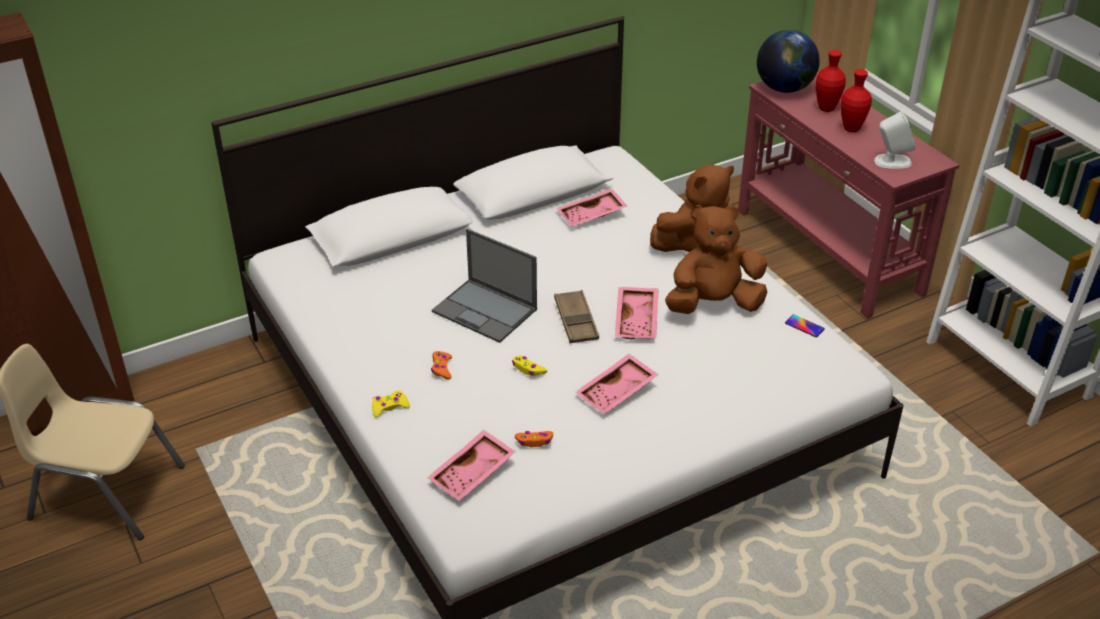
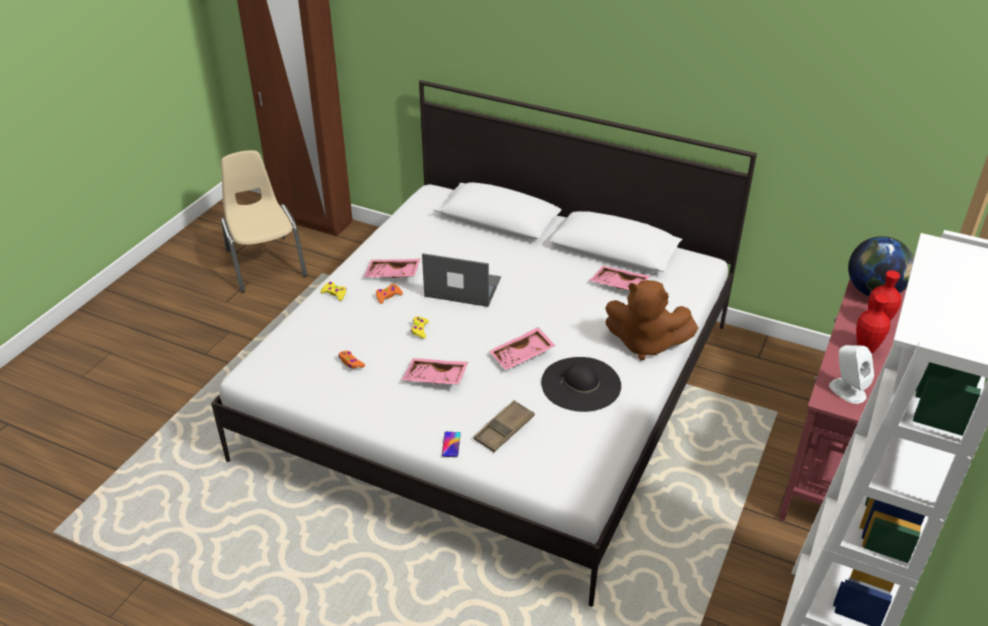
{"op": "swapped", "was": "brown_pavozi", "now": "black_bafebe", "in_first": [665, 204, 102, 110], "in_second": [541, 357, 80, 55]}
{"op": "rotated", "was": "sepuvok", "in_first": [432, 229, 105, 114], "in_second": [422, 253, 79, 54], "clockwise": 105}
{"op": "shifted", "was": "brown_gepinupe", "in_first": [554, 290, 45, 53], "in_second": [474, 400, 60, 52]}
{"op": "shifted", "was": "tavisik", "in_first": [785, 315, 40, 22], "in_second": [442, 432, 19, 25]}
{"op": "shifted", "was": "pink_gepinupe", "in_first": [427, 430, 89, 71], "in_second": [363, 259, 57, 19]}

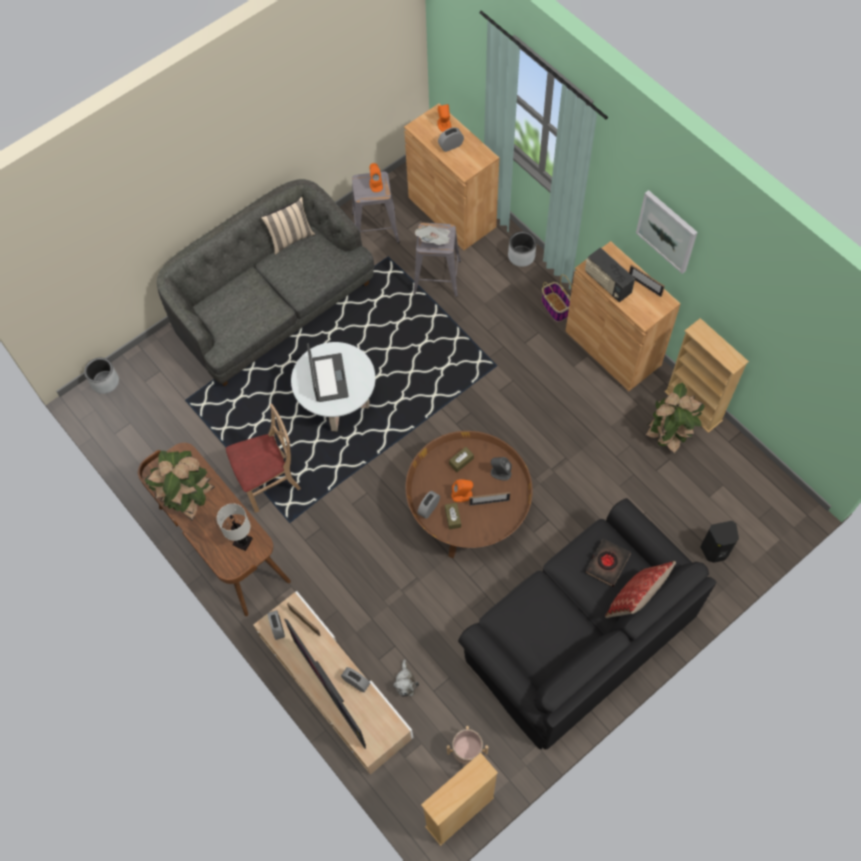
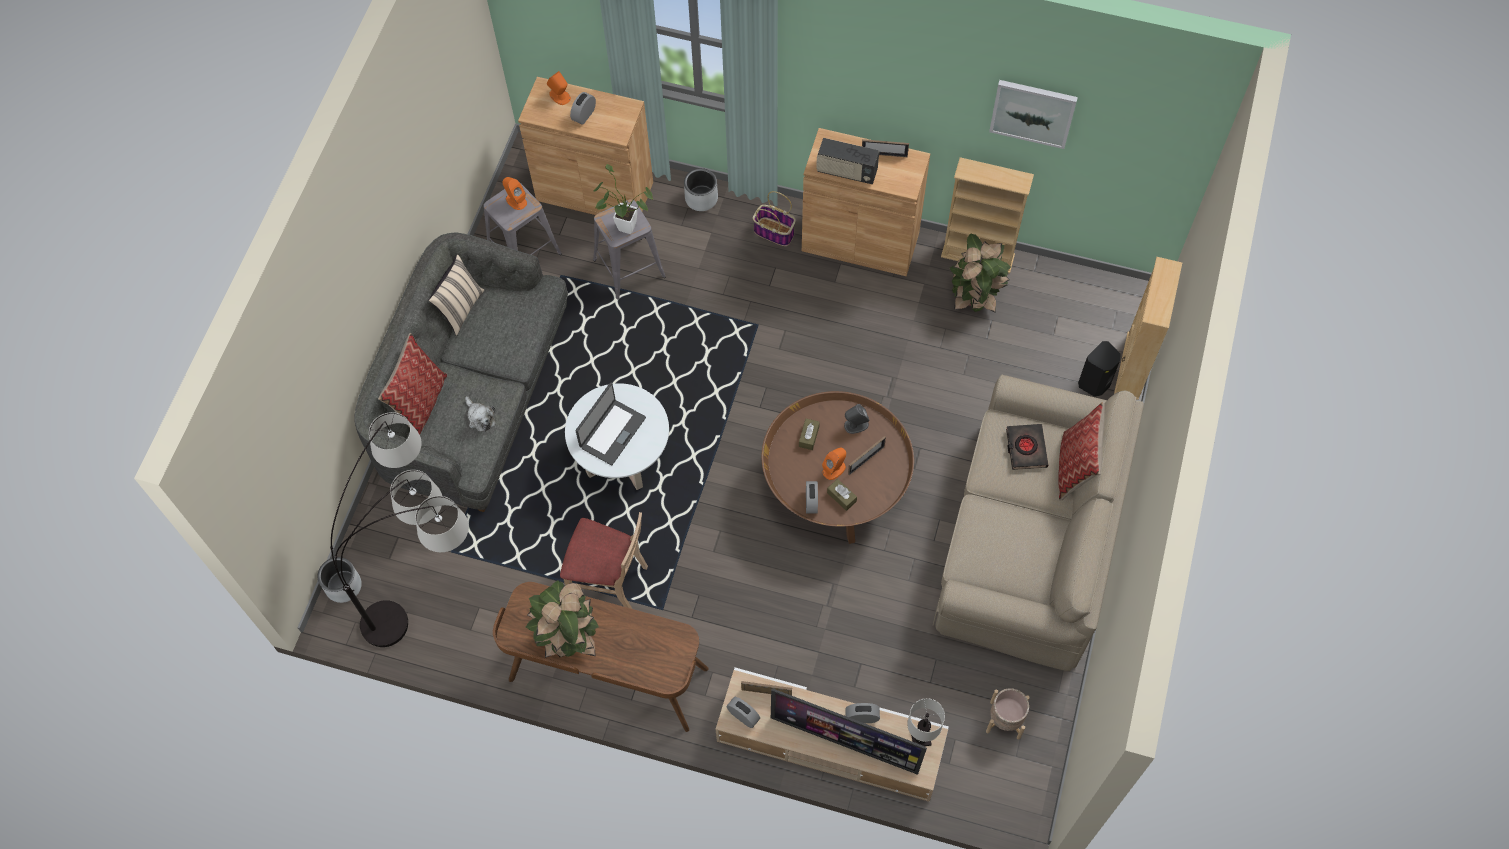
{"op": "shifted", "was": "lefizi", "in_first": [636, 190, 62, 84], "in_second": [989, 80, 89, 69]}
{"op": "swapped", "was": "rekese", "now": "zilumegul", "in_first": [415, 225, 36, 20], "in_second": [593, 164, 60, 70]}
{"op": "rotated", "was": "sepuvok", "in_first": [307, 343, 42, 59], "in_second": [576, 382, 70, 83], "clockwise": 75}
{"op": "rotated", "was": "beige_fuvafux", "in_first": [226, 404, 75, 109], "in_second": [560, 512, 88, 97], "clockwise": 75}
{"op": "repainted", "was": "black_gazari", "now": "beige_gazari", "in_first": [458, 498, 258, 252], "in_second": [933, 375, 211, 296]}
{"op": "shifted", "was": "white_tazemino", "in_first": [217, 504, 36, 47], "in_second": [907, 698, 38, 48]}
{"op": "shifted", "was": "pavozi", "in_first": [393, 659, 26, 38], "in_second": [465, 396, 31, 36]}
{"op": "shifted", "was": "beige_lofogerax", "in_first": [421, 753, 77, 93], "in_second": [1114, 257, 68, 143]}
{"op": "new", "now": "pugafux", "in_second": [378, 333, 69, 102]}
{"op": "new", "now": "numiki", "in_second": [330, 412, 139, 235]}

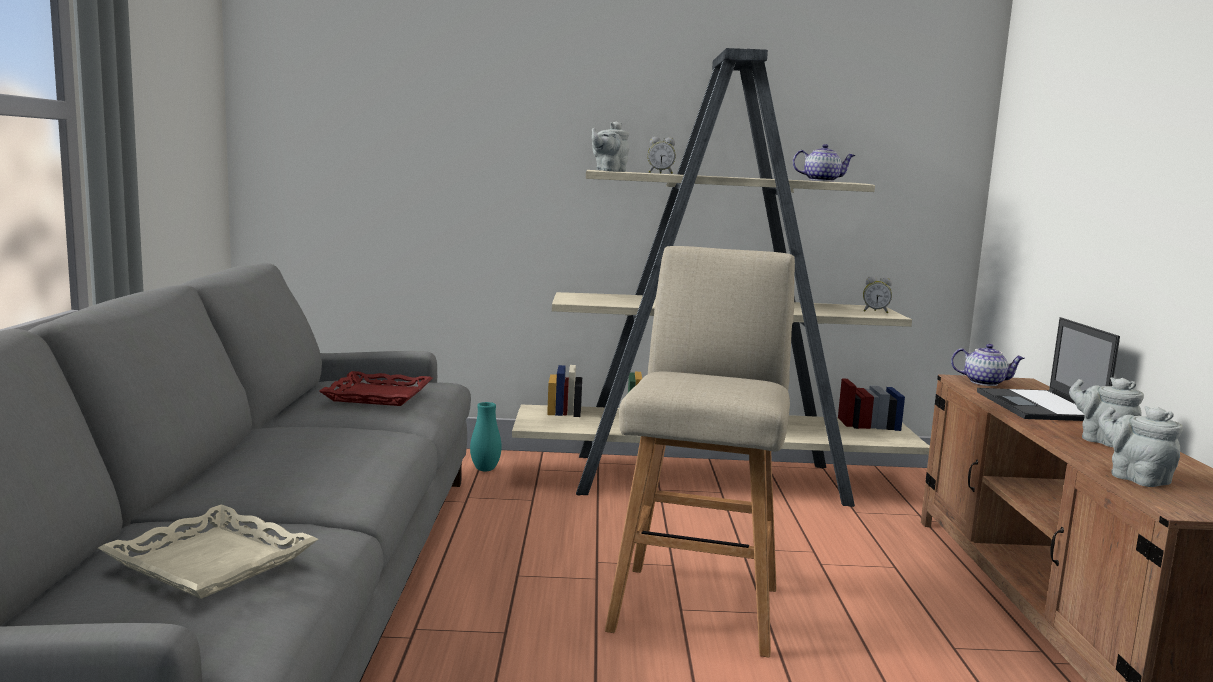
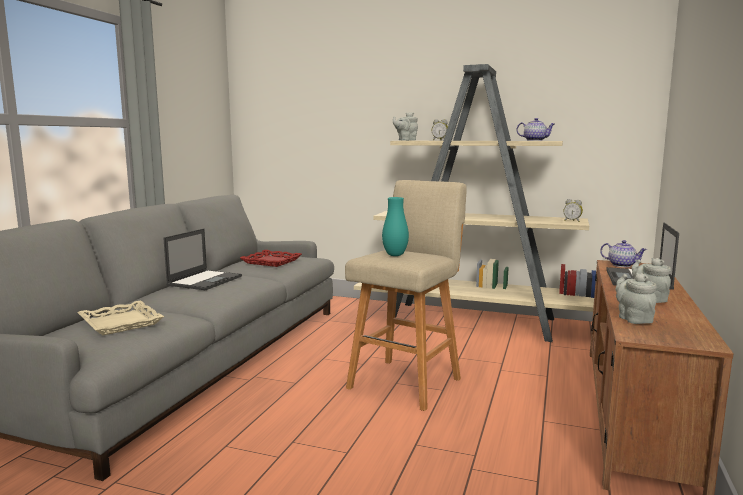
{"op": "shifted", "was": "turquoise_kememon", "in_first": [470, 402, 32, 70], "in_second": [382, 197, 27, 59]}
{"op": "new", "now": "sepuvok", "in_second": [164, 229, 78, 61]}

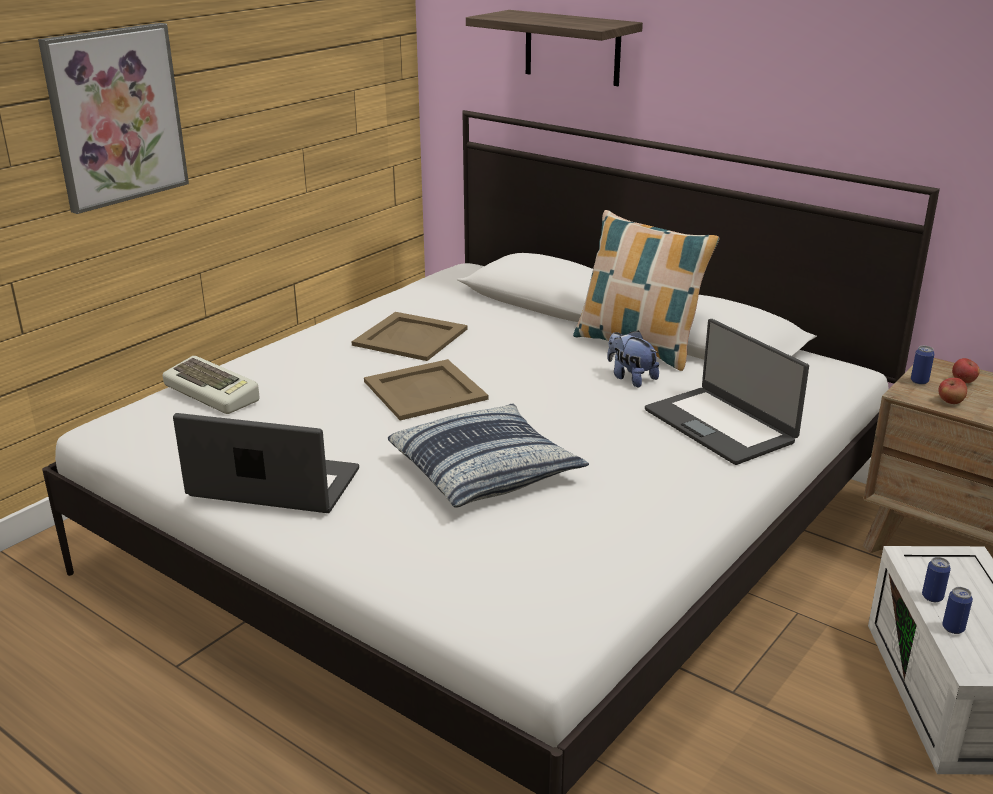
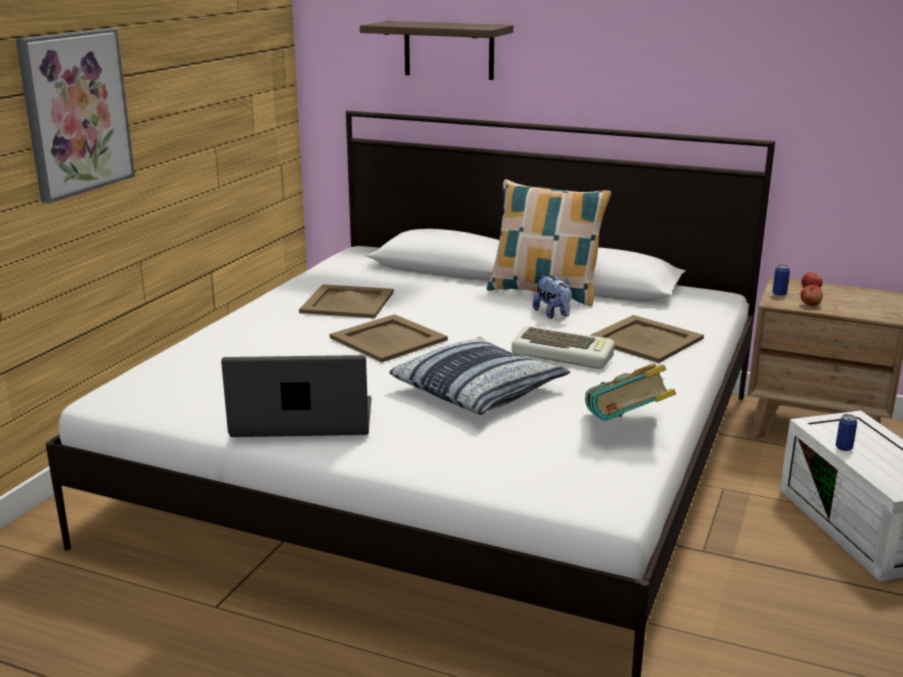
{"op": "swapped", "was": "sepuvok", "now": "beige_gepinupe", "in_first": [645, 319, 164, 146], "in_second": [589, 315, 115, 48]}
{"op": "rotated", "was": "pavozi", "in_first": [607, 330, 52, 57], "in_second": [533, 275, 39, 44], "clockwise": -150}
{"op": "shifted", "was": "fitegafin", "in_first": [163, 356, 97, 58], "in_second": [512, 326, 103, 43]}
{"op": "gone", "was": "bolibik", "in_first": [942, 587, 31, 47]}
{"op": "new", "now": "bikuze", "in_second": [585, 363, 91, 58]}

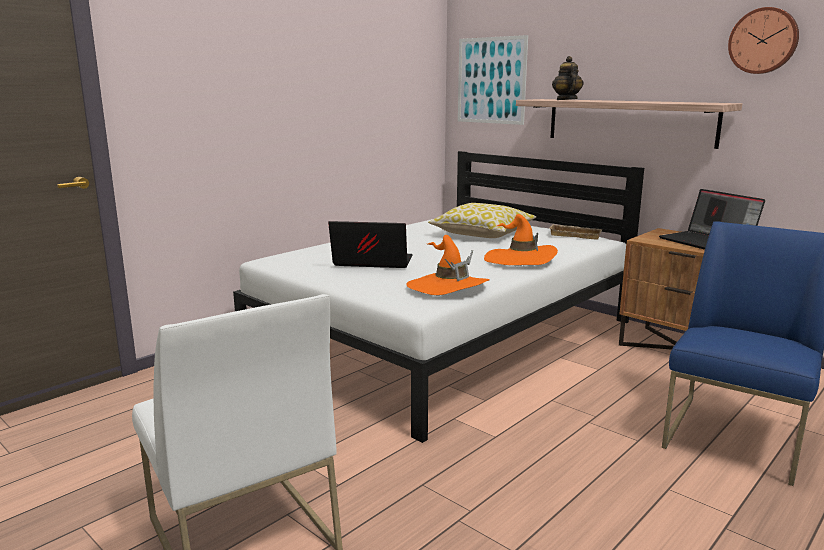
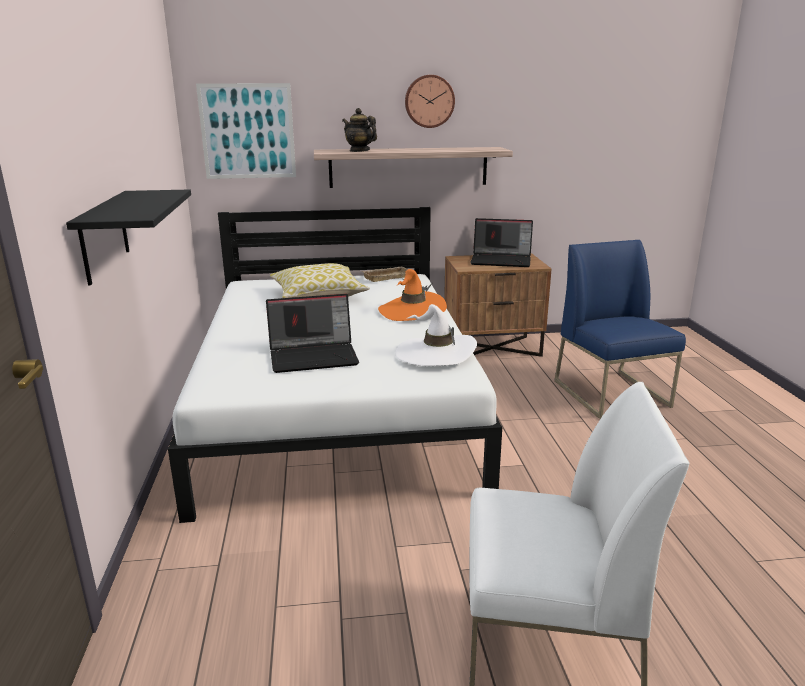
{"op": "shifted", "was": "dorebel", "in_first": [728, 7, 71, 67], "in_second": [405, 75, 50, 53]}
{"op": "rotated", "was": "sepuvok", "in_first": [328, 221, 85, 47], "in_second": [266, 294, 93, 79], "clockwise": -150}
{"op": "repainted", "was": "orange_bafebe", "now": "white_bafebe", "in_first": [406, 235, 84, 60], "in_second": [395, 304, 82, 62]}
{"op": "new", "now": "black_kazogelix", "in_second": [66, 189, 125, 97]}

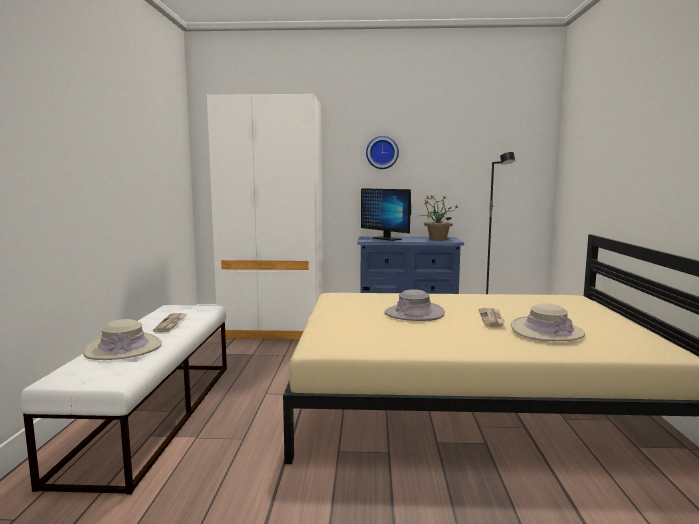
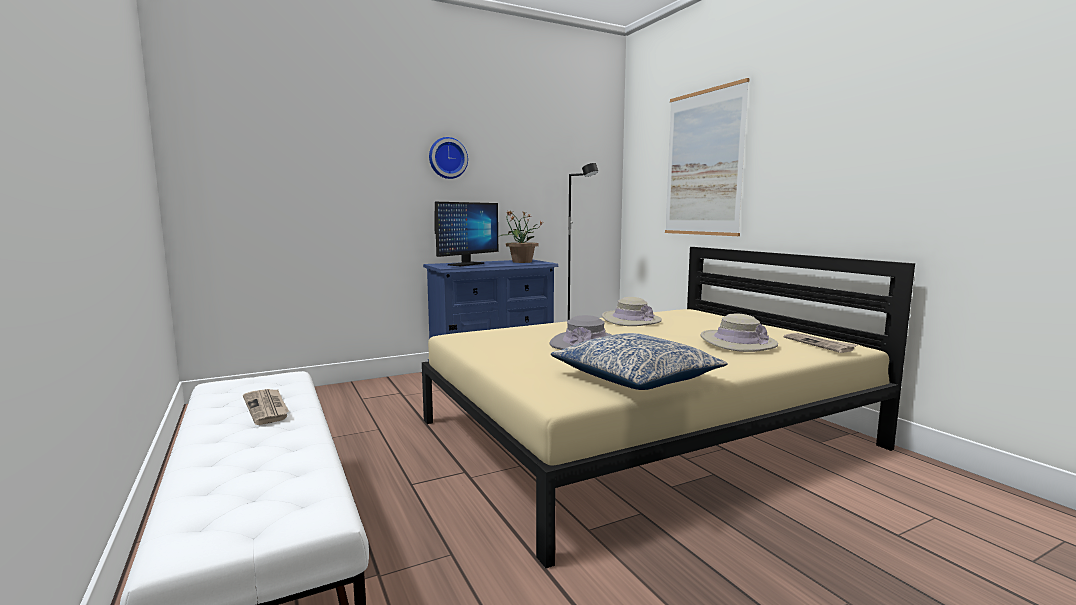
{"op": "gone", "was": "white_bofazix", "in_first": [207, 94, 116, 245]}
{"op": "rotated", "was": "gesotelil", "in_first": [361, 188, 50, 53], "in_second": [435, 202, 63, 64], "clockwise": -75}
{"op": "shifted", "was": "rekese", "in_first": [479, 308, 26, 19], "in_second": [784, 333, 73, 20]}
{"op": "shifted", "was": "beige_bafebe", "in_first": [83, 319, 79, 41], "in_second": [602, 297, 60, 29]}
{"op": "new", "now": "lefizi", "in_second": [665, 78, 84, 158]}
{"op": "new", "now": "pugafux", "in_second": [551, 333, 177, 57]}

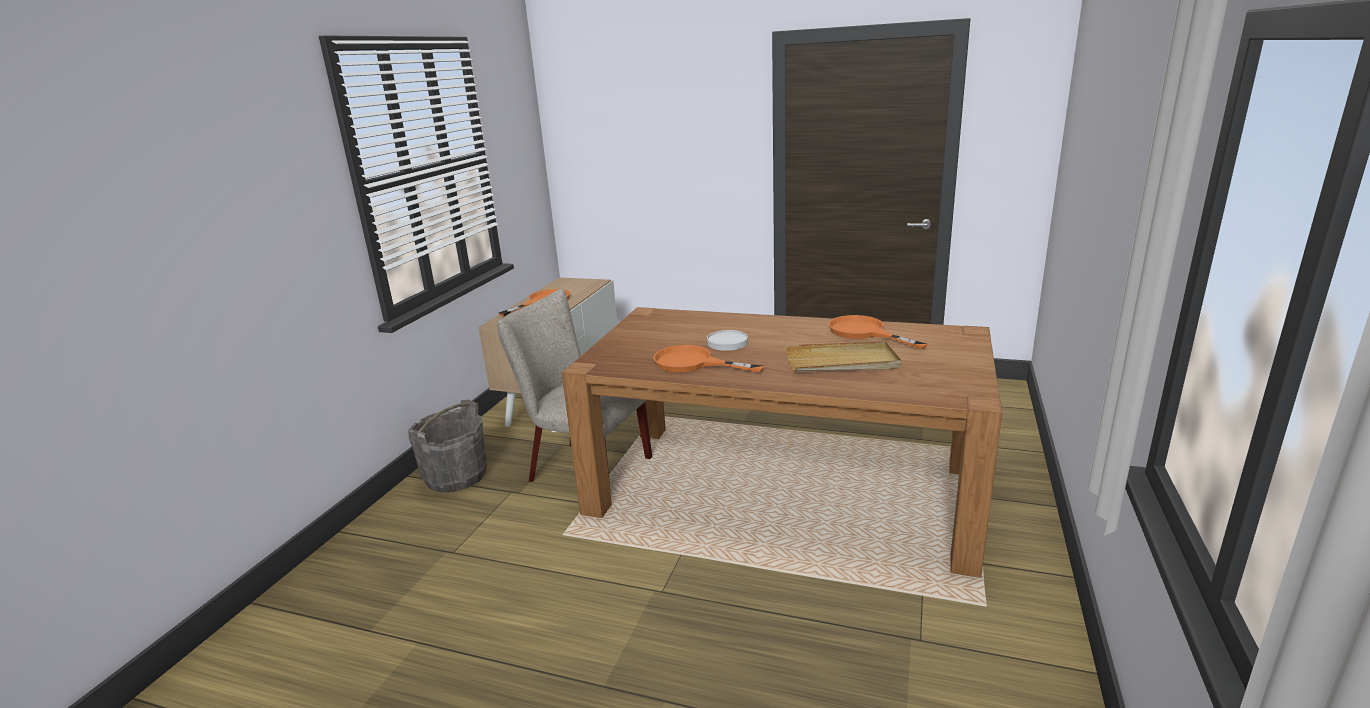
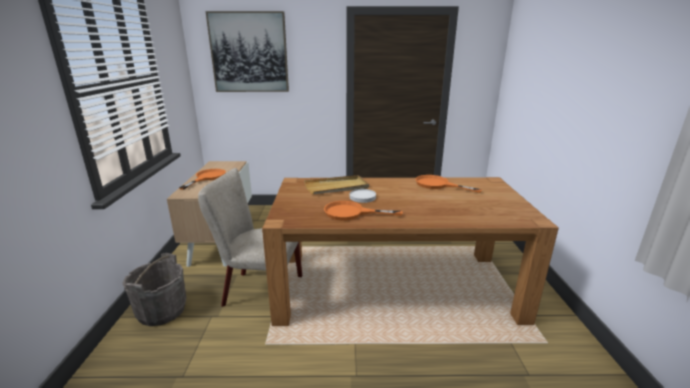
{"op": "shifted", "was": "beige_gepinupe", "in_first": [785, 341, 116, 31], "in_second": [304, 175, 65, 19]}
{"op": "new", "now": "lefizi", "in_second": [206, 11, 83, 81]}

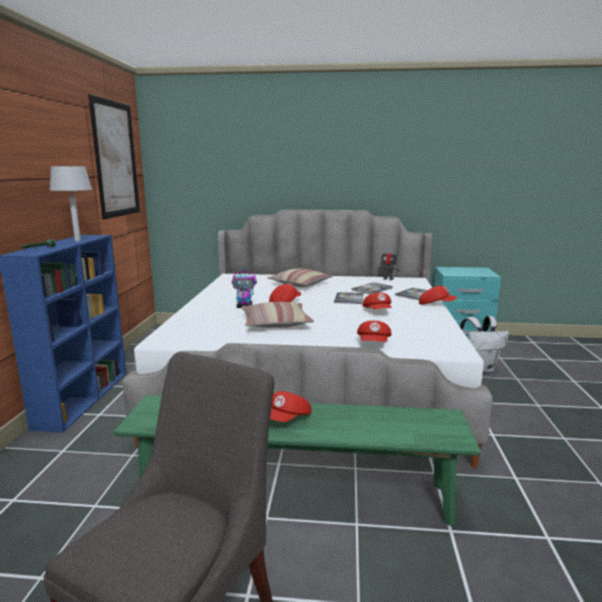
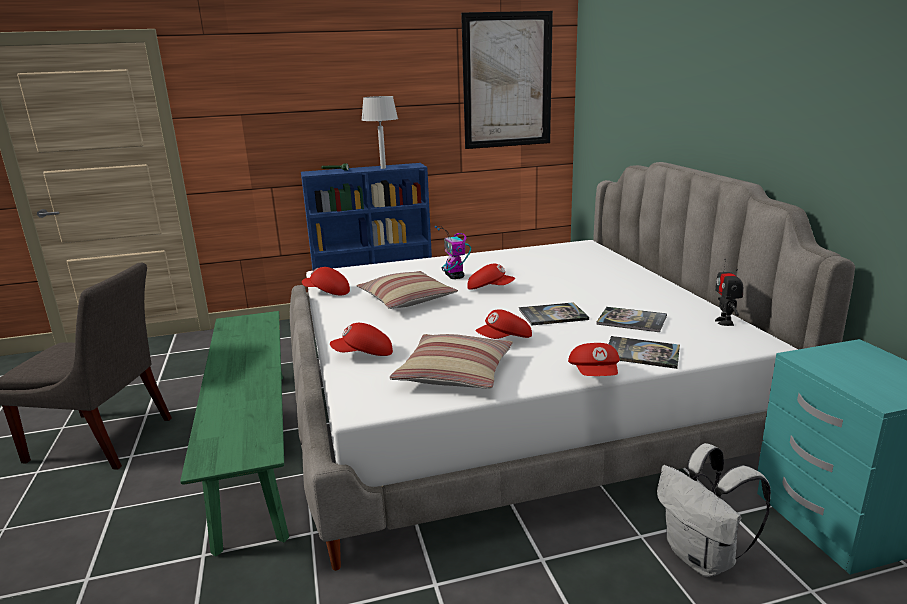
{"op": "shifted", "was": "pugafux", "in_first": [267, 269, 66, 18], "in_second": [390, 334, 123, 55]}
{"op": "shifted", "was": "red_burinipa", "in_first": [270, 391, 42, 31], "in_second": [302, 267, 48, 28]}

